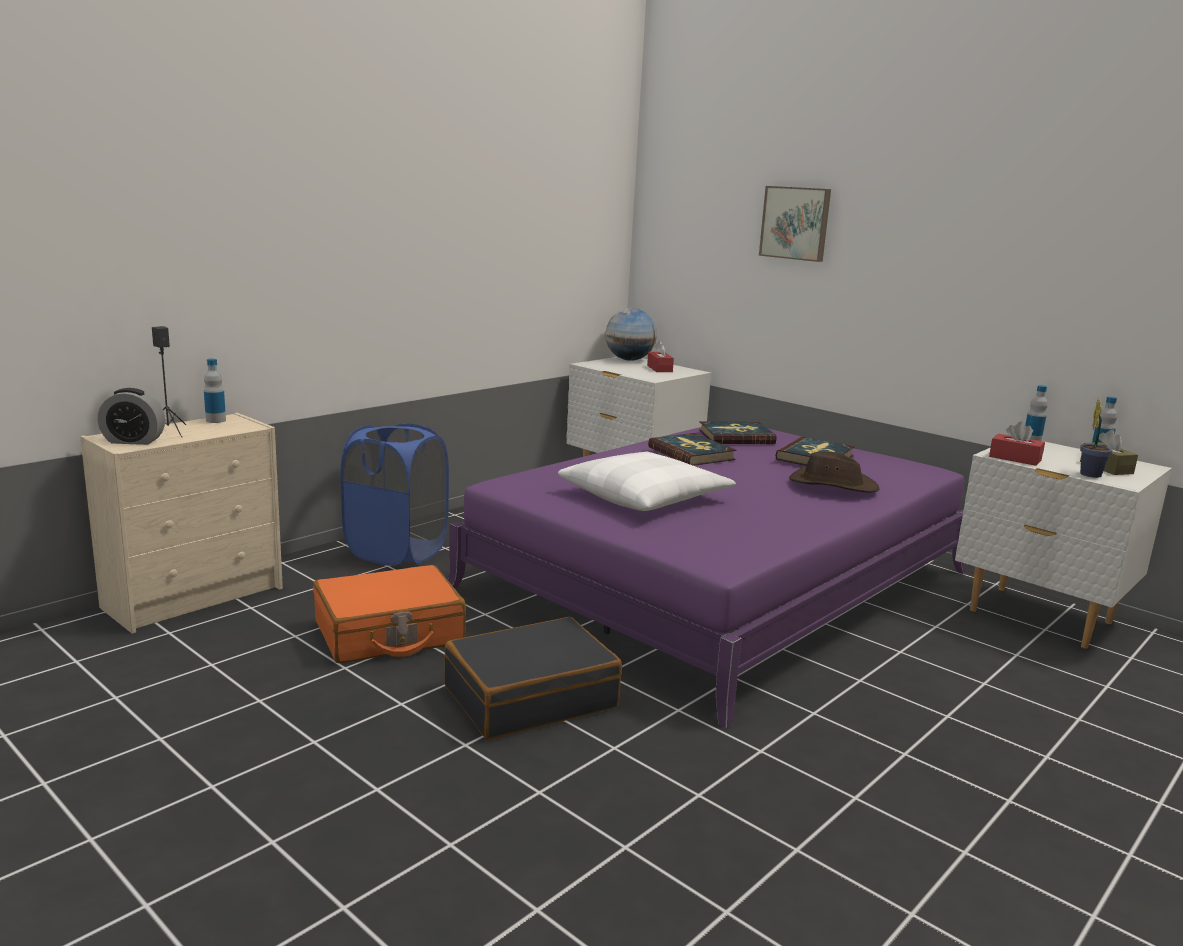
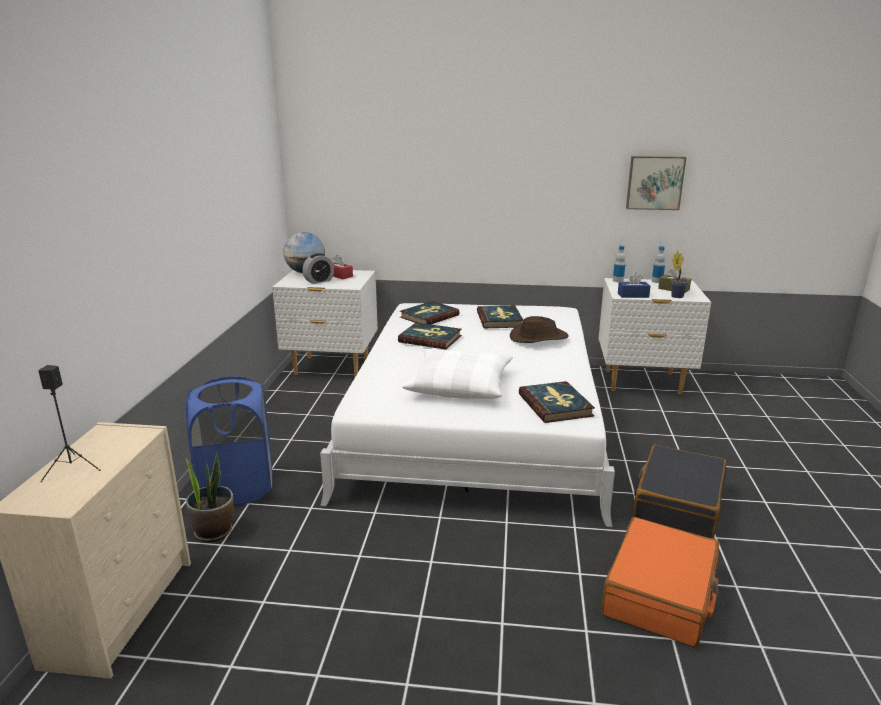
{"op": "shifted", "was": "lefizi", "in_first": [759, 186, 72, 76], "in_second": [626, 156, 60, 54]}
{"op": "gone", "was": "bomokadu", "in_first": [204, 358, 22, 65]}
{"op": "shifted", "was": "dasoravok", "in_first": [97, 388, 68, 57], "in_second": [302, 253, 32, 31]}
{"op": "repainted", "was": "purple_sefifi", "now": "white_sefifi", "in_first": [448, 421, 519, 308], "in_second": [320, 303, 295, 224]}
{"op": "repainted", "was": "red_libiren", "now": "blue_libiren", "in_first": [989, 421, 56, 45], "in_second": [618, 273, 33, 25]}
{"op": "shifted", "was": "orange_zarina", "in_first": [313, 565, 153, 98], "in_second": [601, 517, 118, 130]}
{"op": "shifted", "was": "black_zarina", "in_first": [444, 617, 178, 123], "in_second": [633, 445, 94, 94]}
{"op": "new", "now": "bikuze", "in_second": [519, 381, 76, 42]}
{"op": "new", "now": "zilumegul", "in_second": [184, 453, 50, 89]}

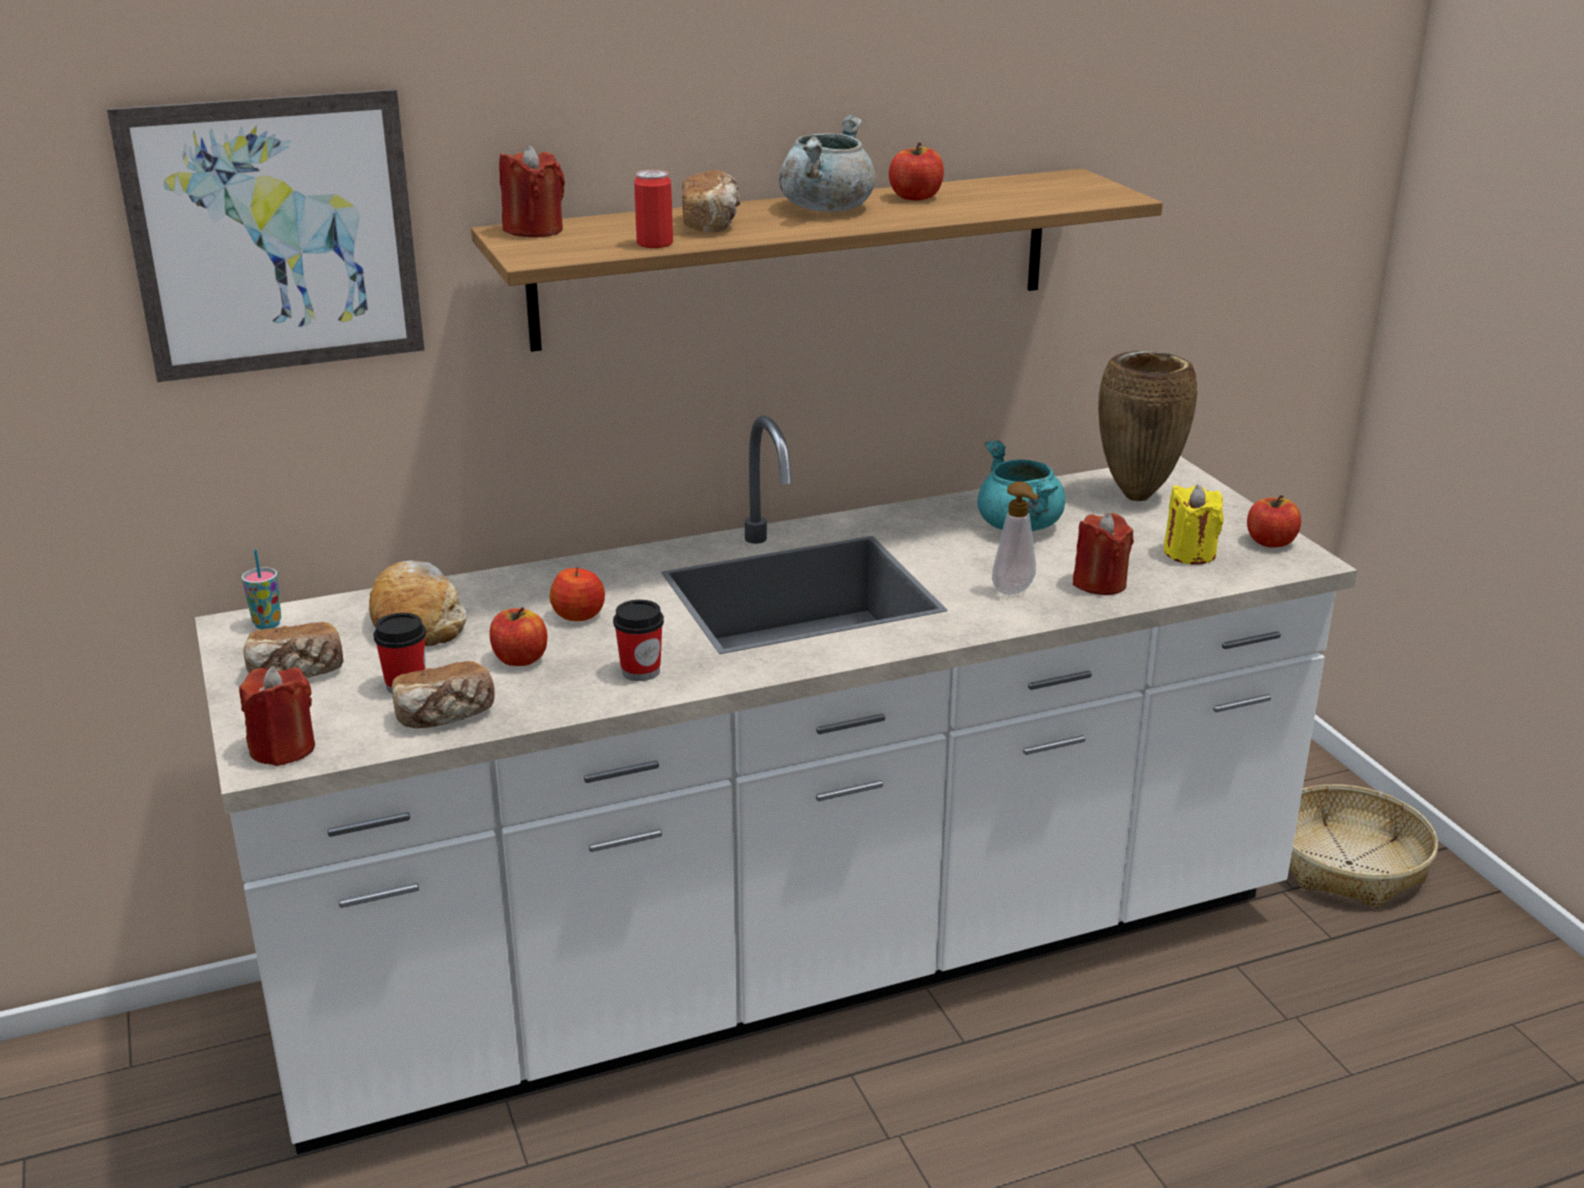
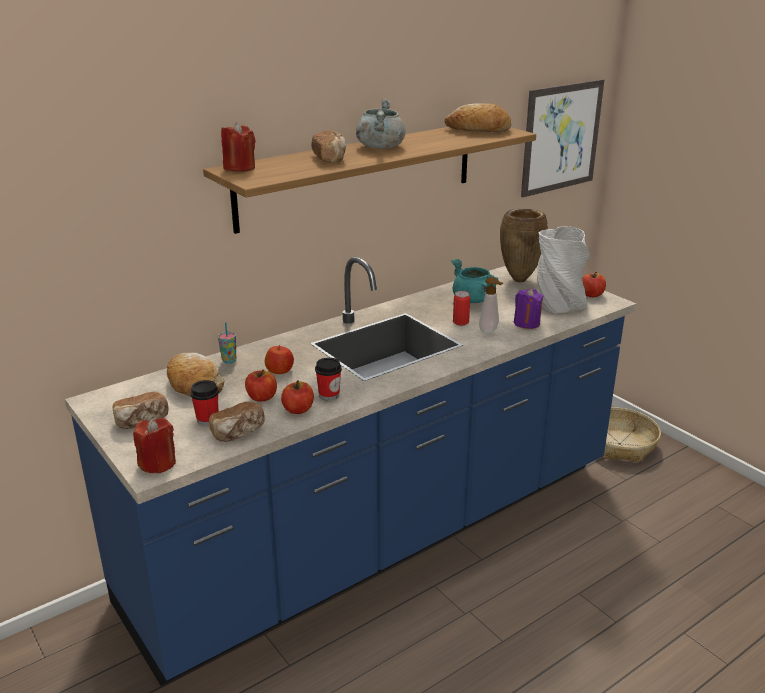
{"op": "shifted", "was": "lefizi", "in_first": [107, 89, 317, 293], "in_second": [521, 79, 83, 118]}
{"op": "shifted", "was": "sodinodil", "in_first": [889, 142, 55, 59], "in_second": [281, 381, 33, 33]}
{"op": "shifted", "was": "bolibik", "in_first": [634, 170, 39, 78], "in_second": [453, 291, 17, 34]}
{"op": "repainted", "was": "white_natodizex", "now": "blue_natodizex", "in_first": [195, 416, 1162, 739], "in_second": [65, 257, 571, 429]}
{"op": "swapped", "was": "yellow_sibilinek", "now": "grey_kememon", "in_first": [1164, 485, 59, 80], "in_second": [537, 226, 53, 88]}
{"op": "repainted", "was": "red_sibilinek", "now": "purple_sibilinek", "in_first": [1073, 513, 61, 82], "in_second": [514, 288, 30, 41]}
{"op": "shifted", "was": "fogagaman", "in_first": [242, 549, 39, 81], "in_second": [218, 322, 18, 42]}
{"op": "new", "now": "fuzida", "in_second": [445, 103, 66, 29]}

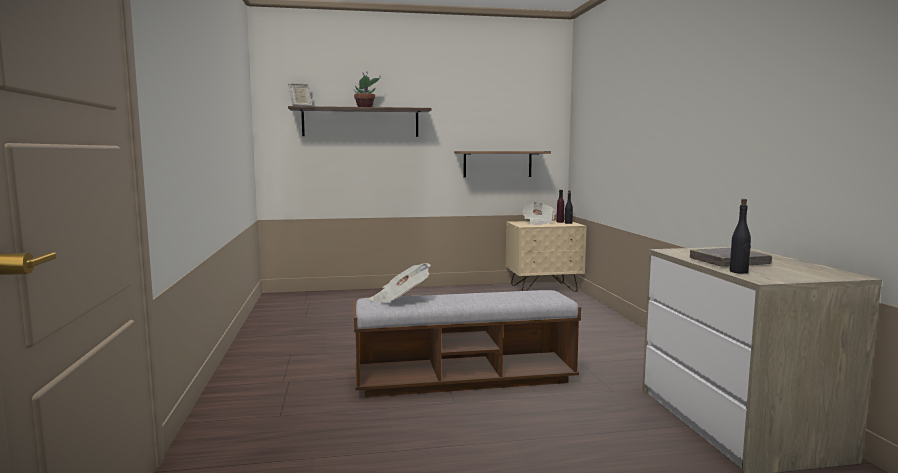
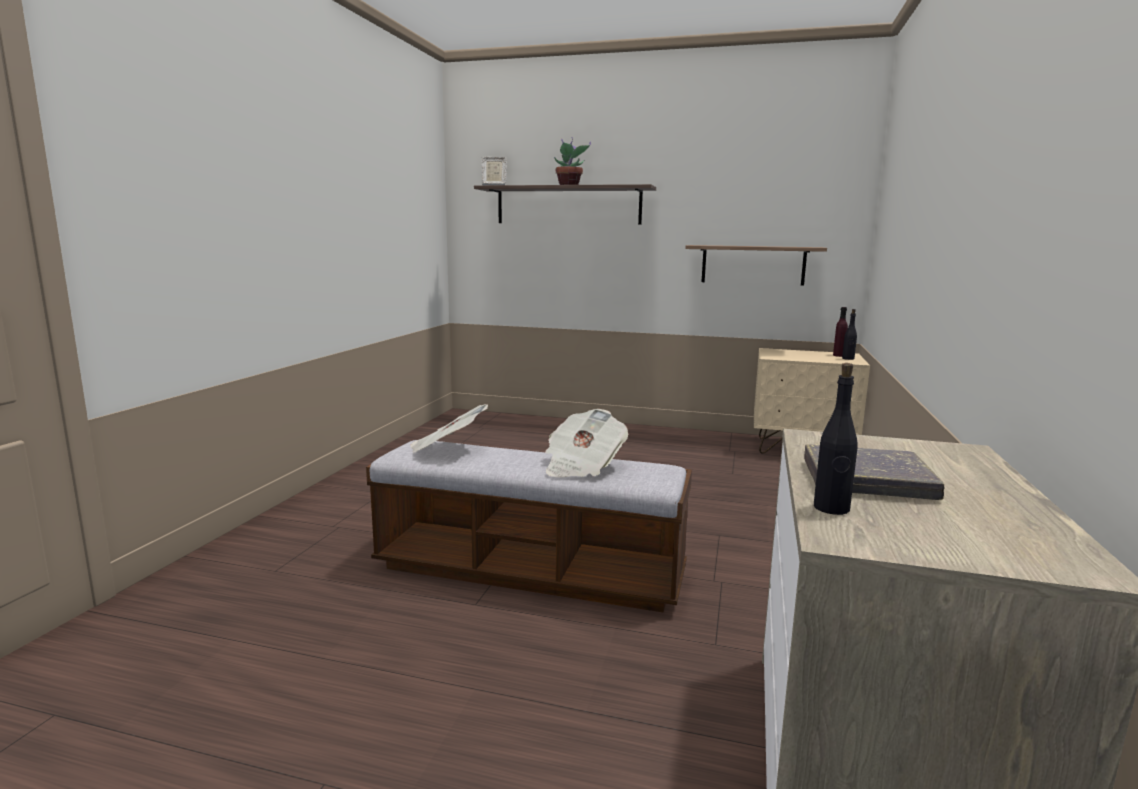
{"op": "shifted", "was": "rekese", "in_first": [522, 202, 33, 23], "in_second": [545, 409, 83, 69]}

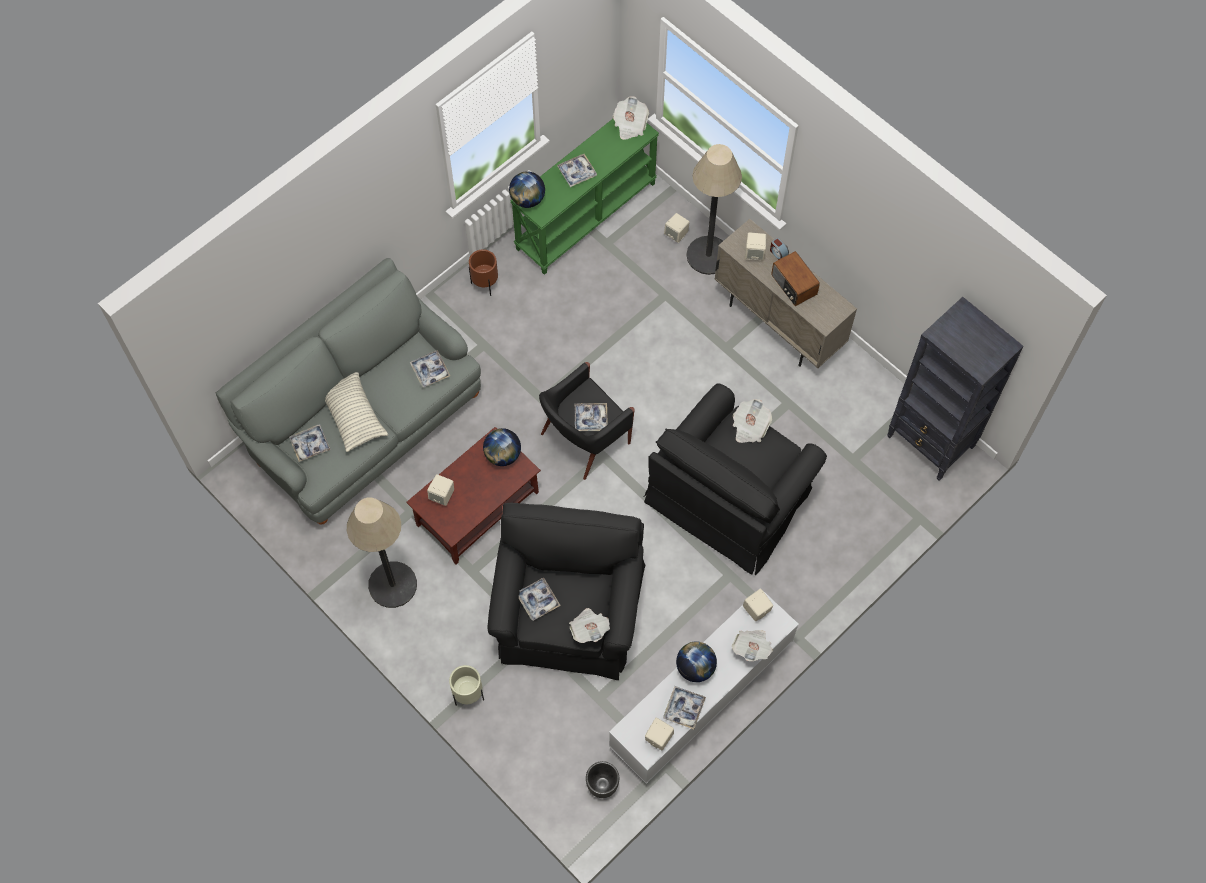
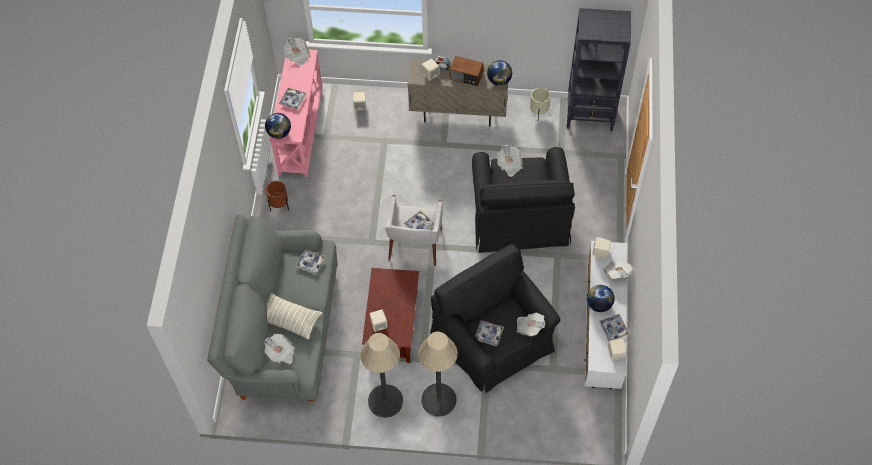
{"op": "repainted", "was": "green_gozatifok", "now": "pink_gozatifok", "in_first": [510, 119, 149, 156], "in_second": [270, 49, 53, 129]}
{"op": "shifted", "was": "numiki", "in_first": [687, 144, 55, 131], "in_second": [418, 332, 40, 85]}
{"op": "repainted", "was": "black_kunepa", "now": "white_kunepa", "in_first": [539, 362, 96, 118], "in_second": [385, 195, 58, 71]}
{"op": "swapped", "was": "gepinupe", "now": "rekese", "in_first": [289, 424, 42, 38], "in_second": [265, 334, 30, 30]}
{"op": "shifted", "was": "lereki", "in_first": [483, 428, 38, 38], "in_second": [487, 60, 25, 26]}
{"op": "shifted", "was": "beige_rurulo", "in_first": [449, 665, 35, 41], "in_second": [530, 87, 20, 32]}
{"op": "gone", "was": "black_rurulo", "in_first": [586, 761, 33, 37]}

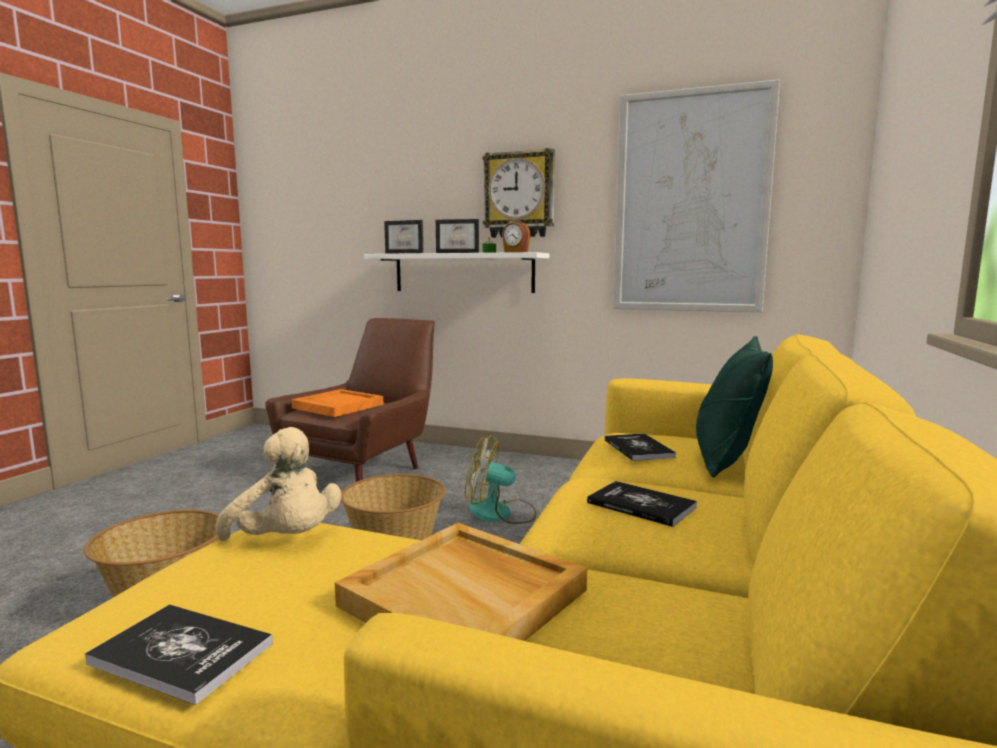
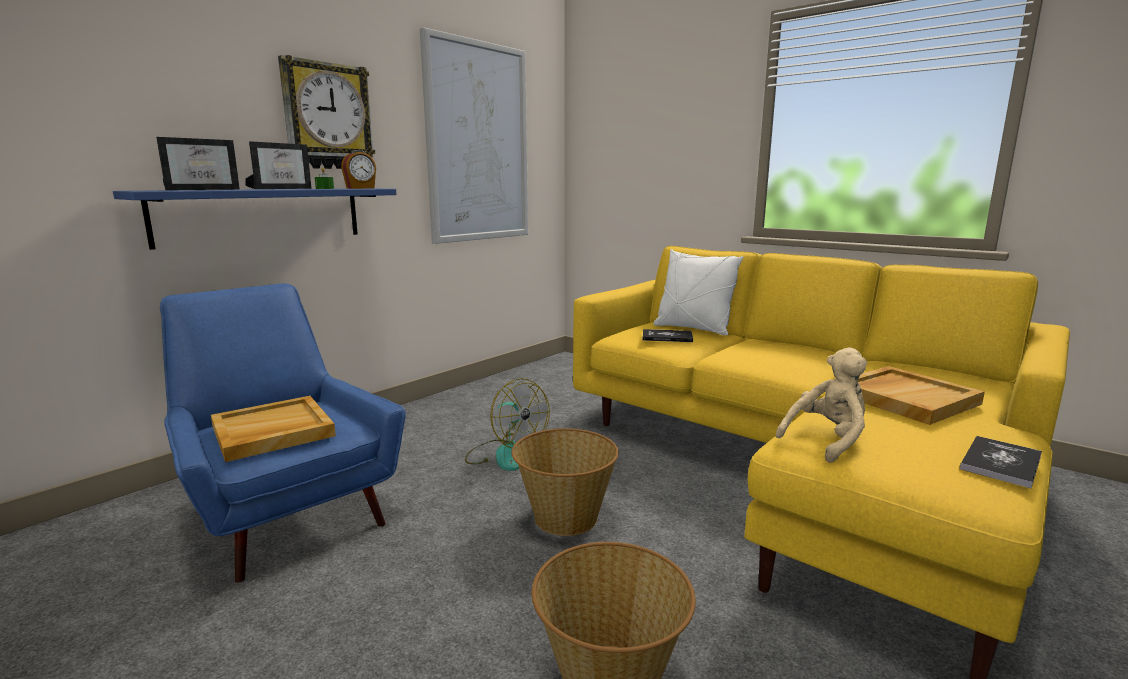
{"op": "repainted", "was": "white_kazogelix", "now": "blue_kazogelix", "in_first": [364, 252, 185, 41], "in_second": [113, 189, 283, 61]}
{"op": "repainted", "was": "brown_kunepa", "now": "blue_kunepa", "in_first": [265, 318, 170, 164], "in_second": [160, 283, 246, 300]}
{"op": "repainted", "was": "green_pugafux", "now": "white_pugafux", "in_first": [696, 336, 77, 142], "in_second": [654, 249, 90, 87]}
{"op": "repainted", "was": "orange_gepinupe", "now": "beige_gepinupe", "in_first": [292, 389, 92, 28], "in_second": [211, 396, 125, 66]}
{"op": "rotated", "was": "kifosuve", "in_first": [465, 435, 71, 89], "in_second": [465, 378, 85, 93], "clockwise": -75}
{"op": "gone", "was": "bikuze", "in_first": [587, 481, 110, 46]}

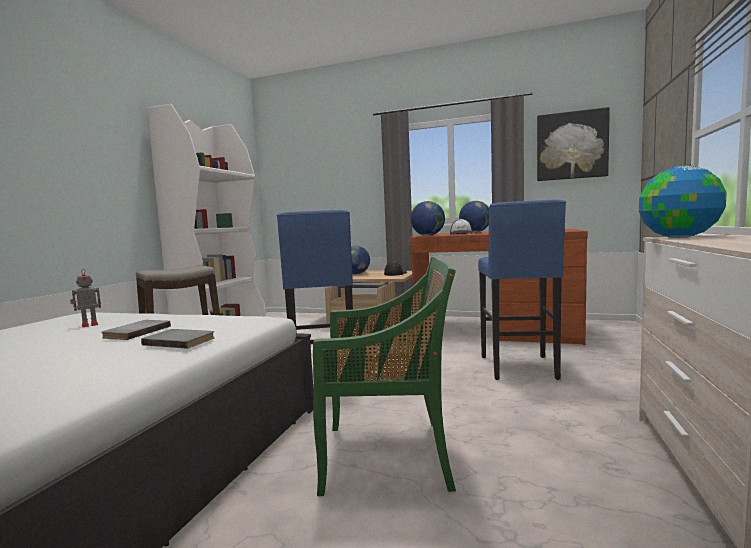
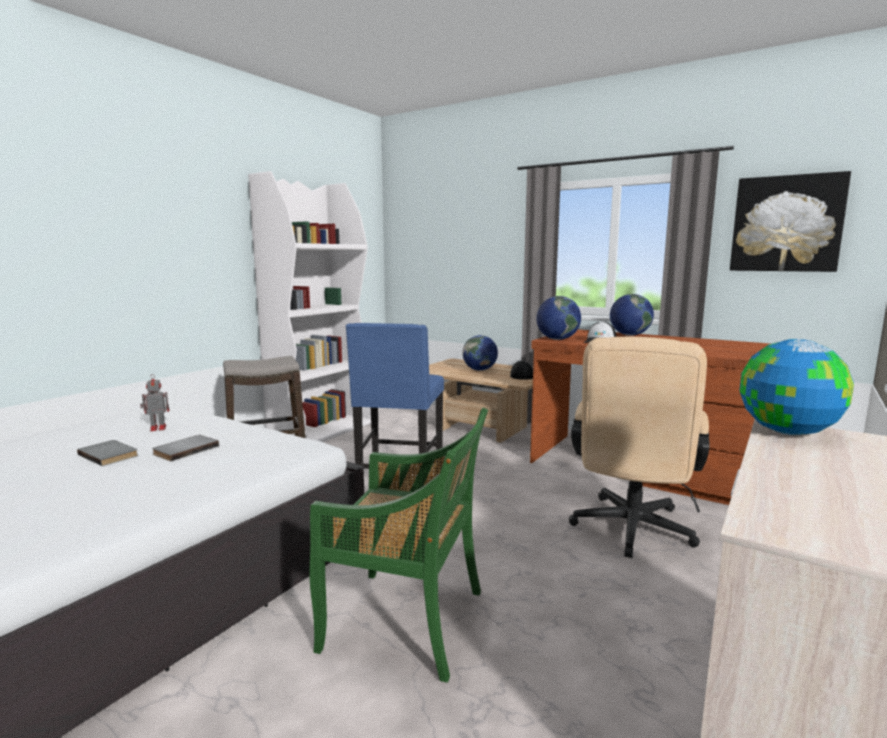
{"op": "swapped", "was": "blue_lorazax", "now": "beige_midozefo", "in_first": [478, 200, 88, 180], "in_second": [569, 337, 140, 221]}
{"op": "shifted", "was": "grey_bikuze", "in_first": [141, 329, 74, 20], "in_second": [77, 440, 61, 26]}

